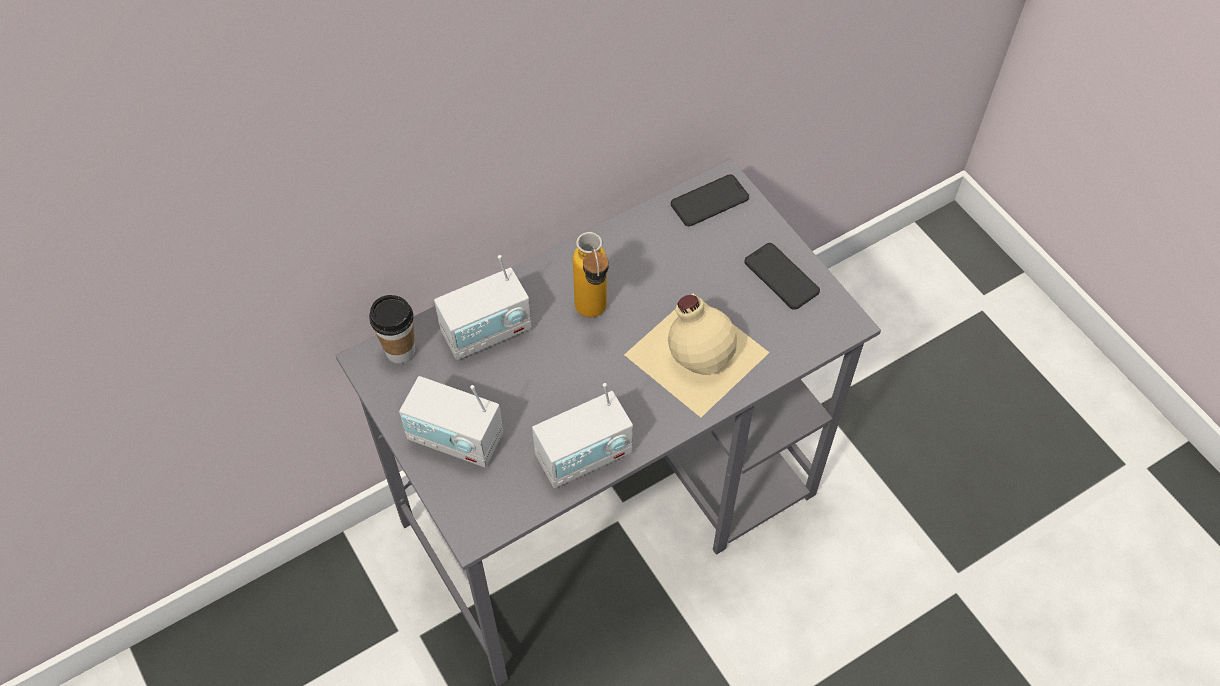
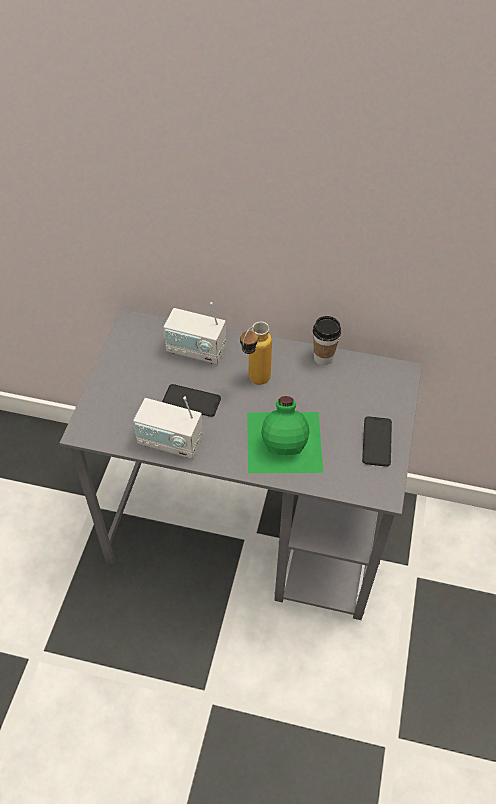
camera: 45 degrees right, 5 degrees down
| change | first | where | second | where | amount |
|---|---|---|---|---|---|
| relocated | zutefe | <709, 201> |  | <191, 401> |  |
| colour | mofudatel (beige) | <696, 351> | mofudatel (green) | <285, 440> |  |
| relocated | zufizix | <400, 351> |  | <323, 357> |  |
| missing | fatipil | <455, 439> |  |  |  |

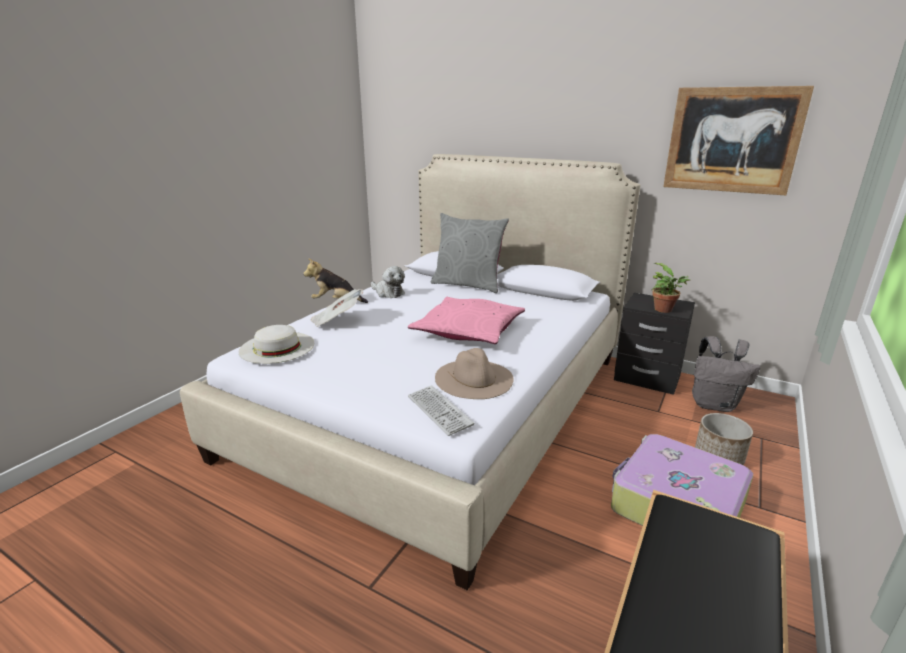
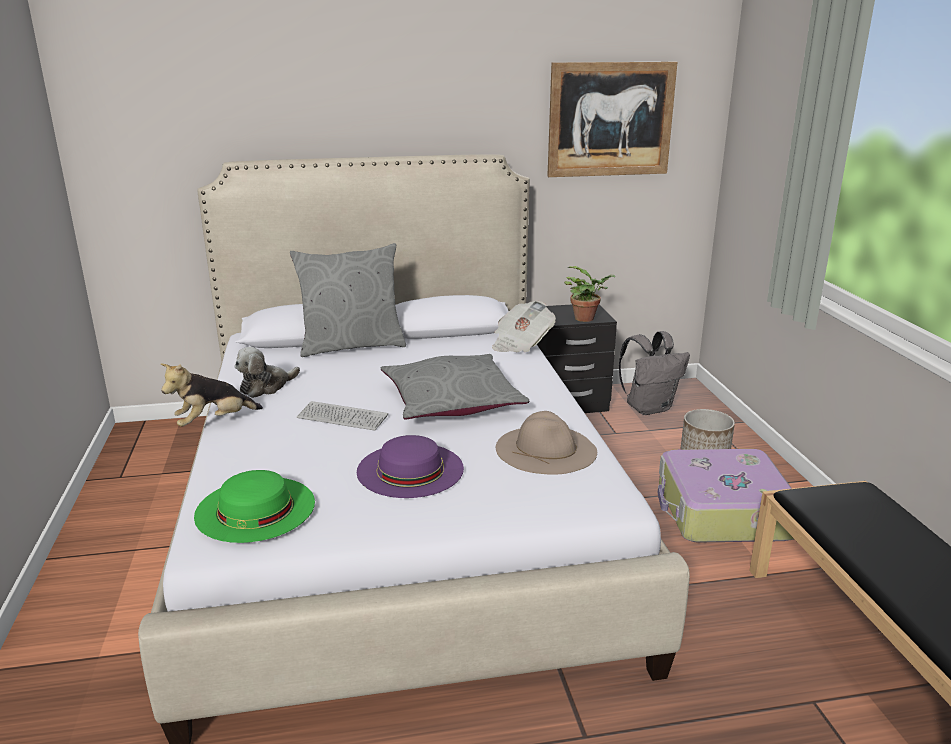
camera: 40 degrees left, 0 degrees up
| change | first | where | second | where | amount |
|---|---|---|---|---|---|
| spun | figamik | <388, 293> |  | <266, 387> | 135 degrees clockwise |
| relocated | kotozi | <337, 321> |  | <521, 344> |  |
| colour | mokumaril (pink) | <468, 330> | mokumaril (grey) | <451, 401> |  |
| colour | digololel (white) | <277, 347> | digololel (green) | <255, 508> |  |
| relocated | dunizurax | <439, 411> |  | <342, 417> |  |
| appeared |  |  | digololel (purple) | <410, 469> |  |

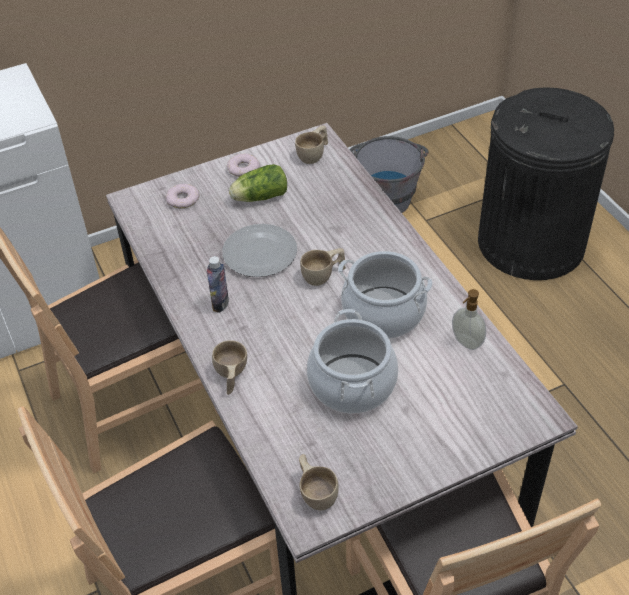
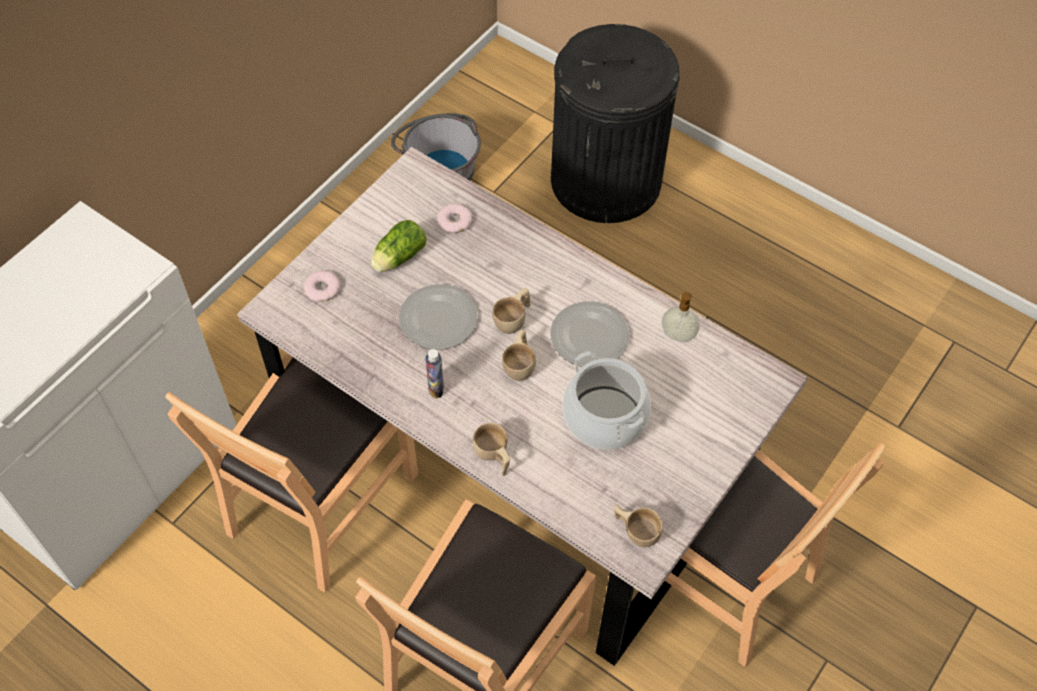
camera: 30 degrees left, 10 degrees up
| change | first | where | second | where | amount |
|---|---|---|---|---|---|
| relocated | zufizix (beige) | <314, 155> |  | <520, 364> |  |
| relocated | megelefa | <243, 168> |  | <455, 221> |  |
| exchanged | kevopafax | <383, 312> | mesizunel | <590, 336> |  |

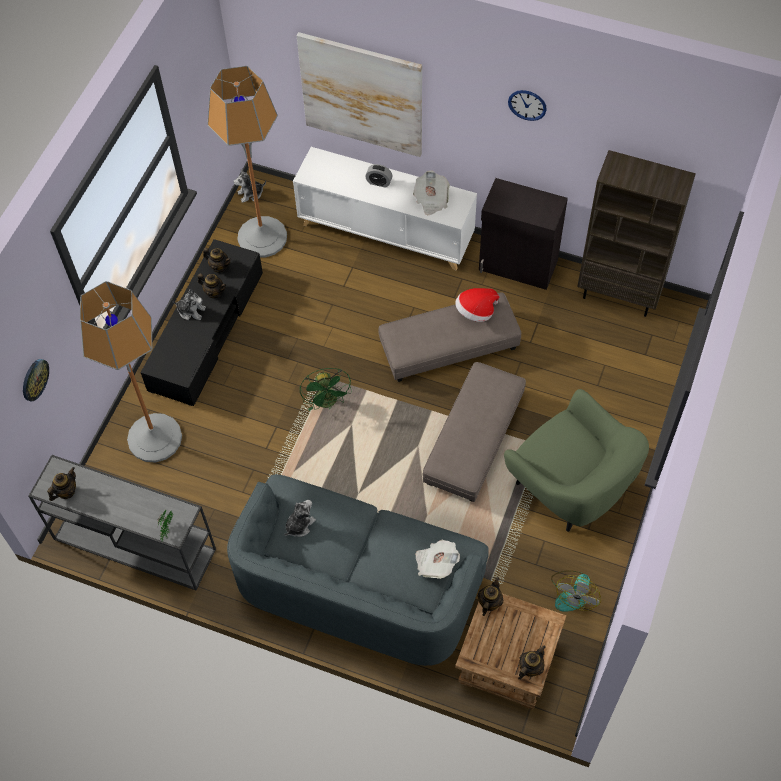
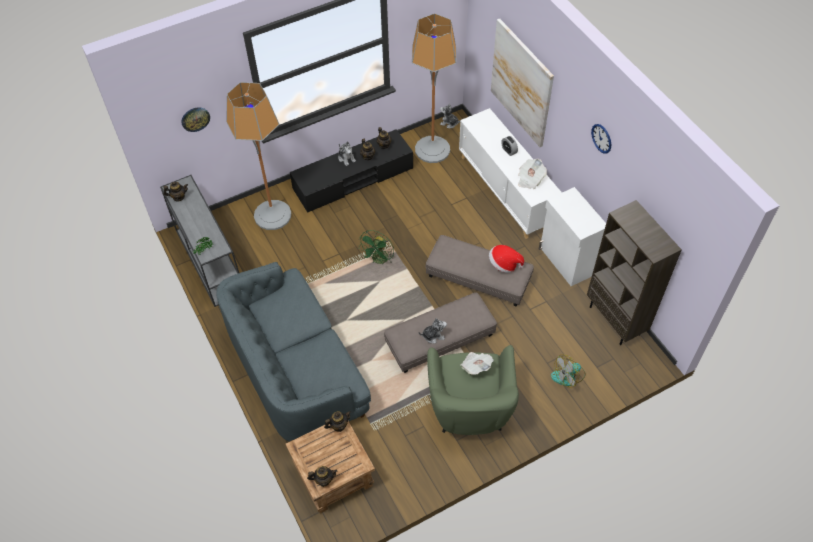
camera: 40 degrees right, 5 degrees down
| change | first | where | second | where | amount |
|---|---|---|---|---|---|
| colour | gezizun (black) | <518, 266> | gezizun (white) | <566, 261> |  |
| relocated | figamik | <299, 525> |  | <433, 335> |  |
| relocated | kotozi | <436, 563> |  | <476, 366> |  |
| relocated | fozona | <573, 593> |  | <568, 376> |  |

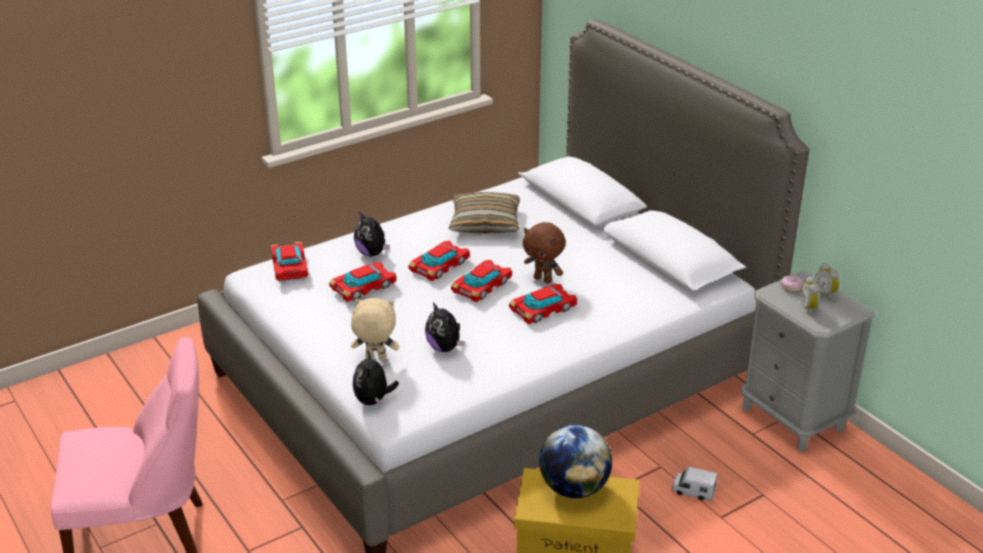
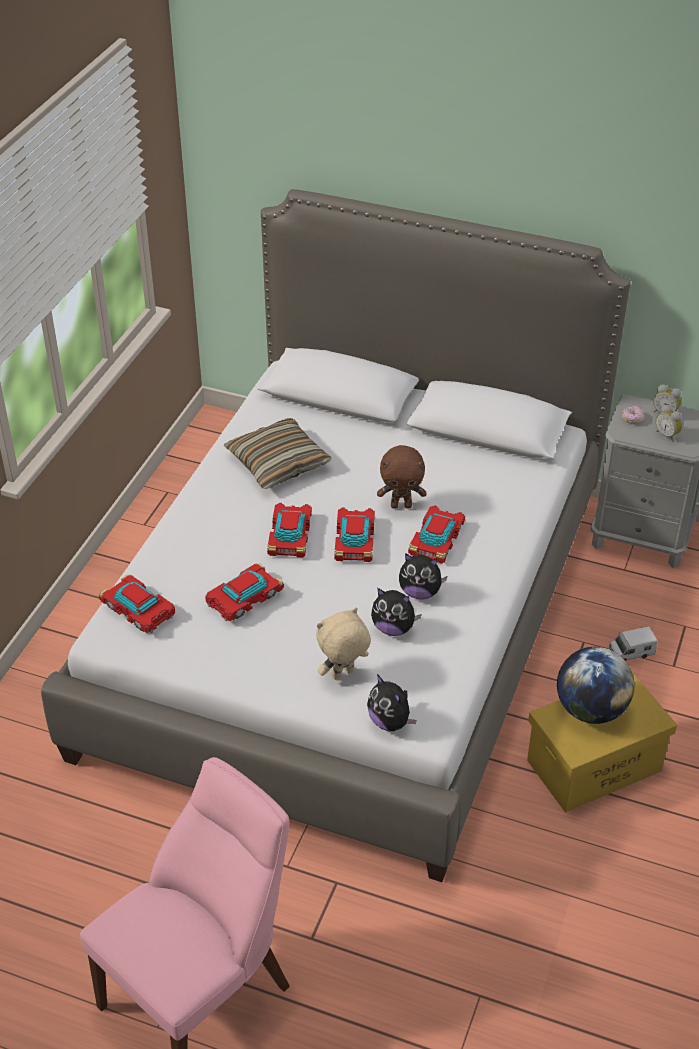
camera: 35 degrees left, 10 degrees up
| change | first | where | second | where | amount |
|---|---|---|---|---|---|
| relocated | figamik | <372, 253> |  | <420, 592> |  |
| spun | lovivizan | <364, 287> |  | <244, 597> | 150 degrees counterclockwise |

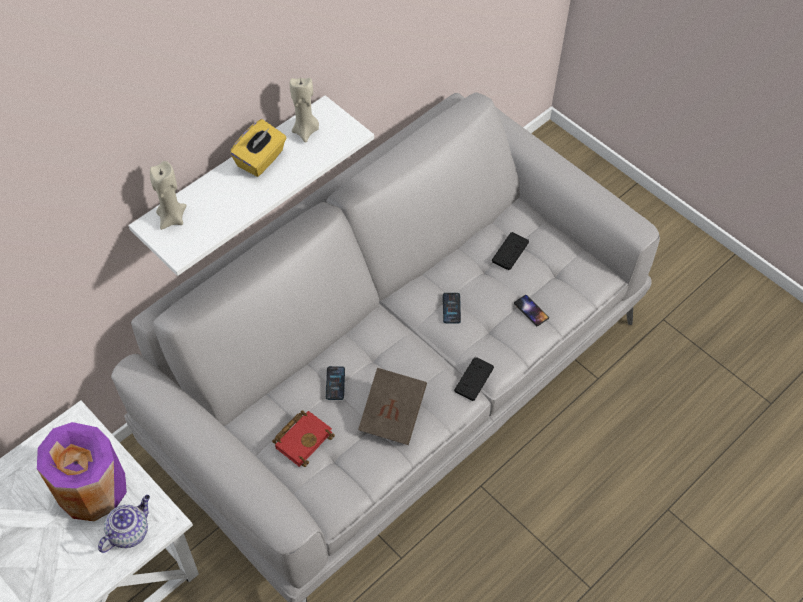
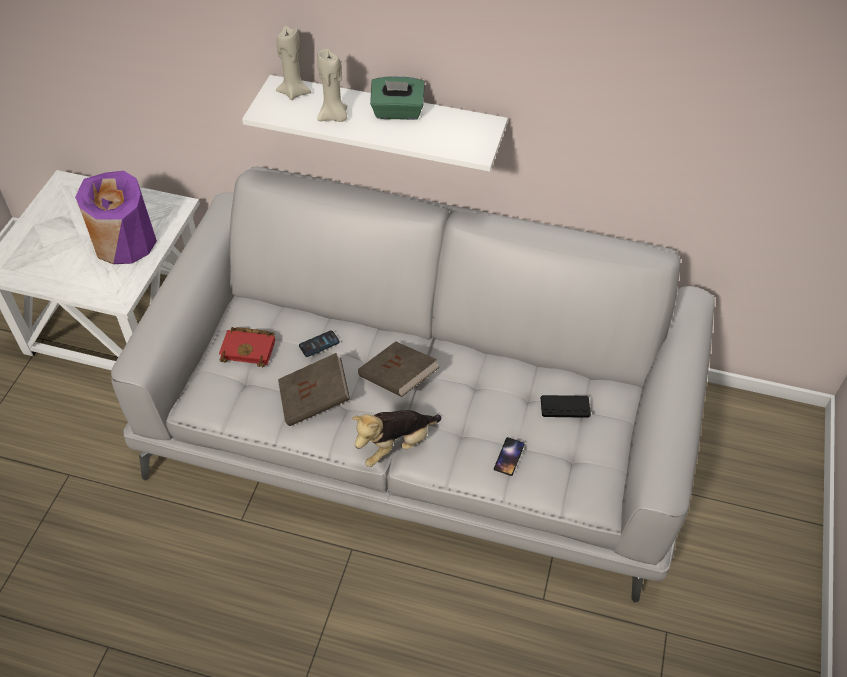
camera: 60 degrees right, 5 degrees down
| change | first | where | second | where | amount |
|---|---|---|---|---|---|
| relocated | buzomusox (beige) | <306, 131> |  | <334, 117> |  |
| colour | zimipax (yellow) | <260, 160> | zimipax (green) | <397, 112> |  |
| missing | zutefe | <451, 308> |  |  |  |
| exchanged | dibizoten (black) | <474, 379> | figamik | <395, 445> |  |
| missing | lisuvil | <129, 531> |  |  |  |
| appeared |  |  | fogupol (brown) | <398, 379> |  |

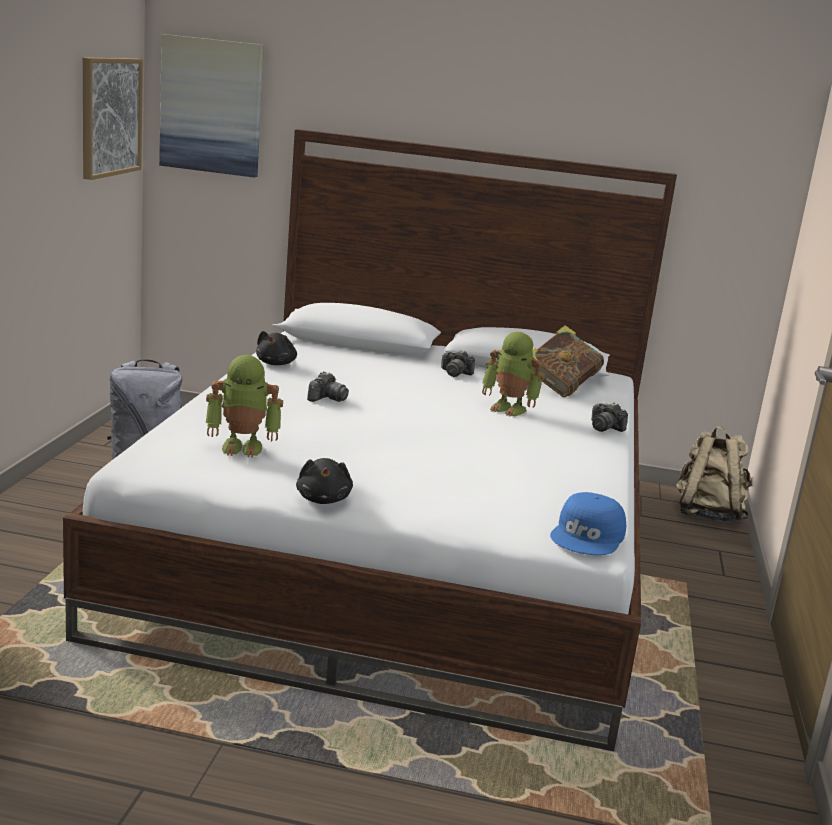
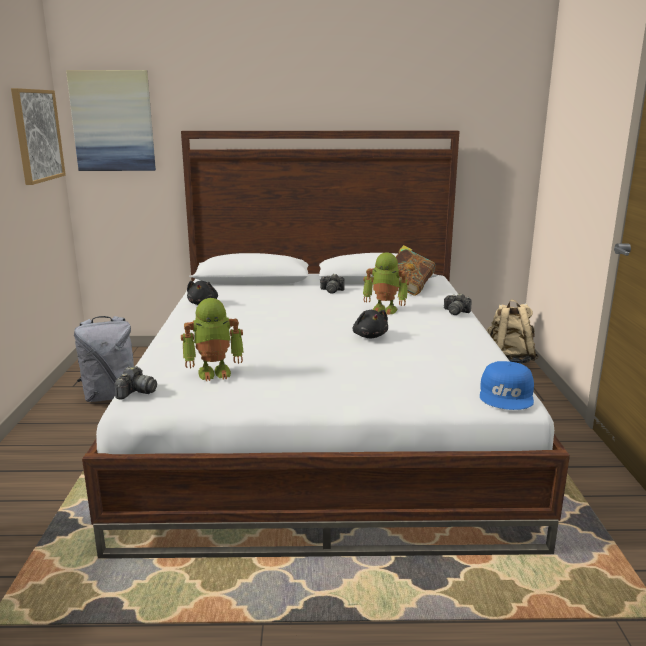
camera: 10 degrees left, 0 degrees up
| change | first | where | second | where | amount |
|---|---|---|---|---|---|
| relocated | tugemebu | <327, 398> |  | <136, 392> |  |
| relocated | figamik (black) | <323, 499> |  | <370, 336> |  |

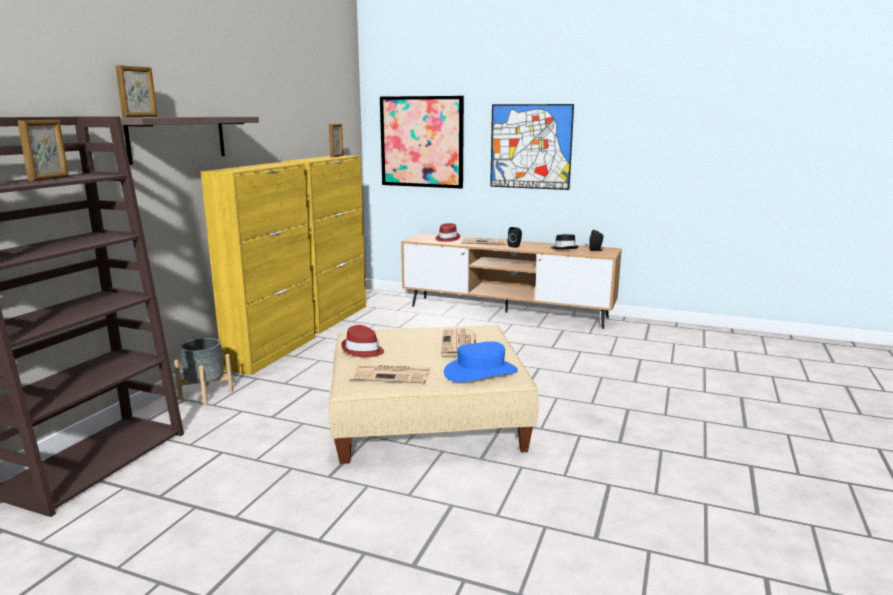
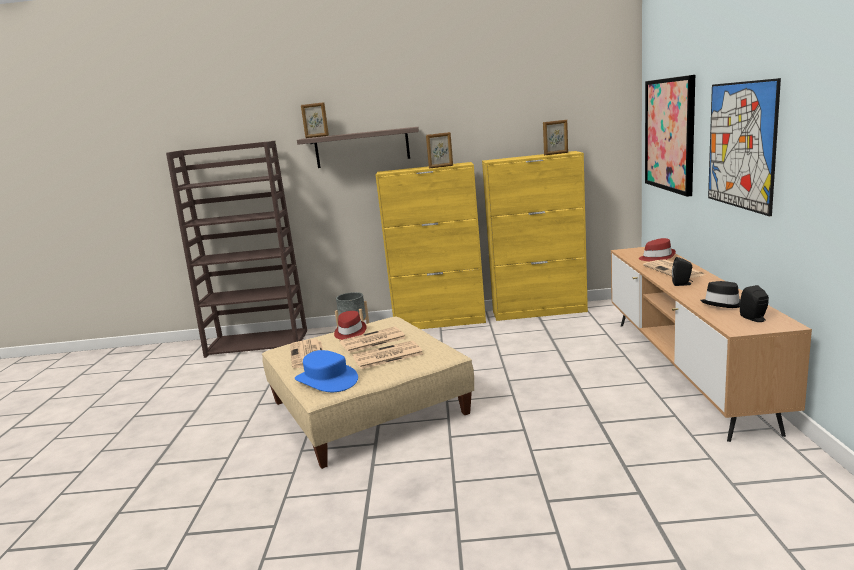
camera: 70 degrees right, 0 degrees up
| change | first | where | second | where | amount |
|---|---|---|---|---|---|
| relocated | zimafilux | <49, 179> |  | <441, 167> |  |
| appeared |  |  | kotozi | <372, 341> |  |

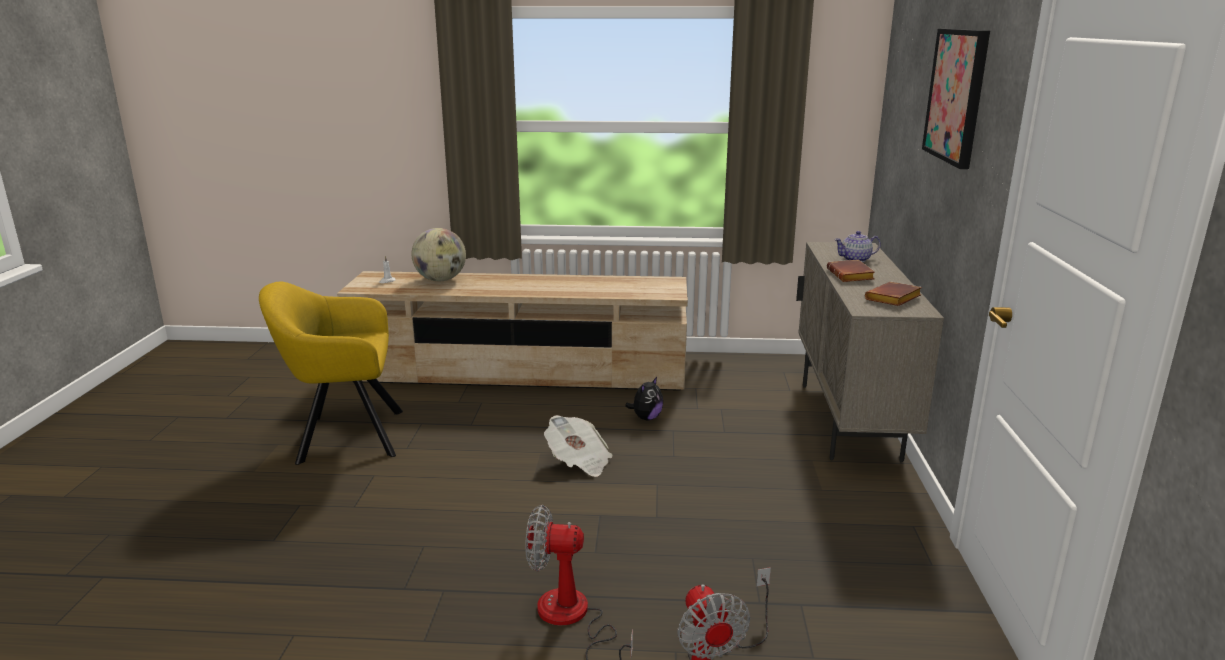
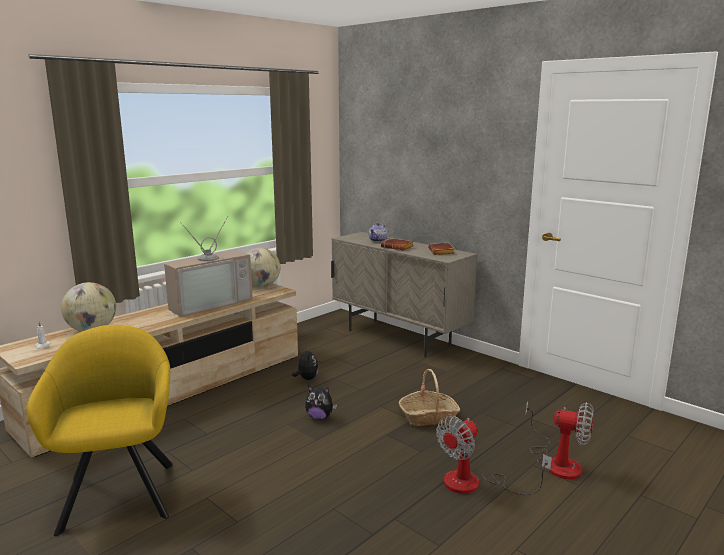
camera: 50 degrees left, 5 degrees down
| change | first | where | second | where | amount |
|---|---|---|---|---|---|
| missing | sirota | <957, 95> |  |  |  |
| spun | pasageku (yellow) | <344, 436> |  | <120, 491> | 135 degrees clockwise |
| exchanged | kotozi | <579, 461> | figamik | <319, 417> |  |
| appeared |  |  | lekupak | <209, 303> |  |
| appeared |  |  | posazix | <261, 286> |  |
| appeared |  |  | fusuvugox | <428, 417> |  |

